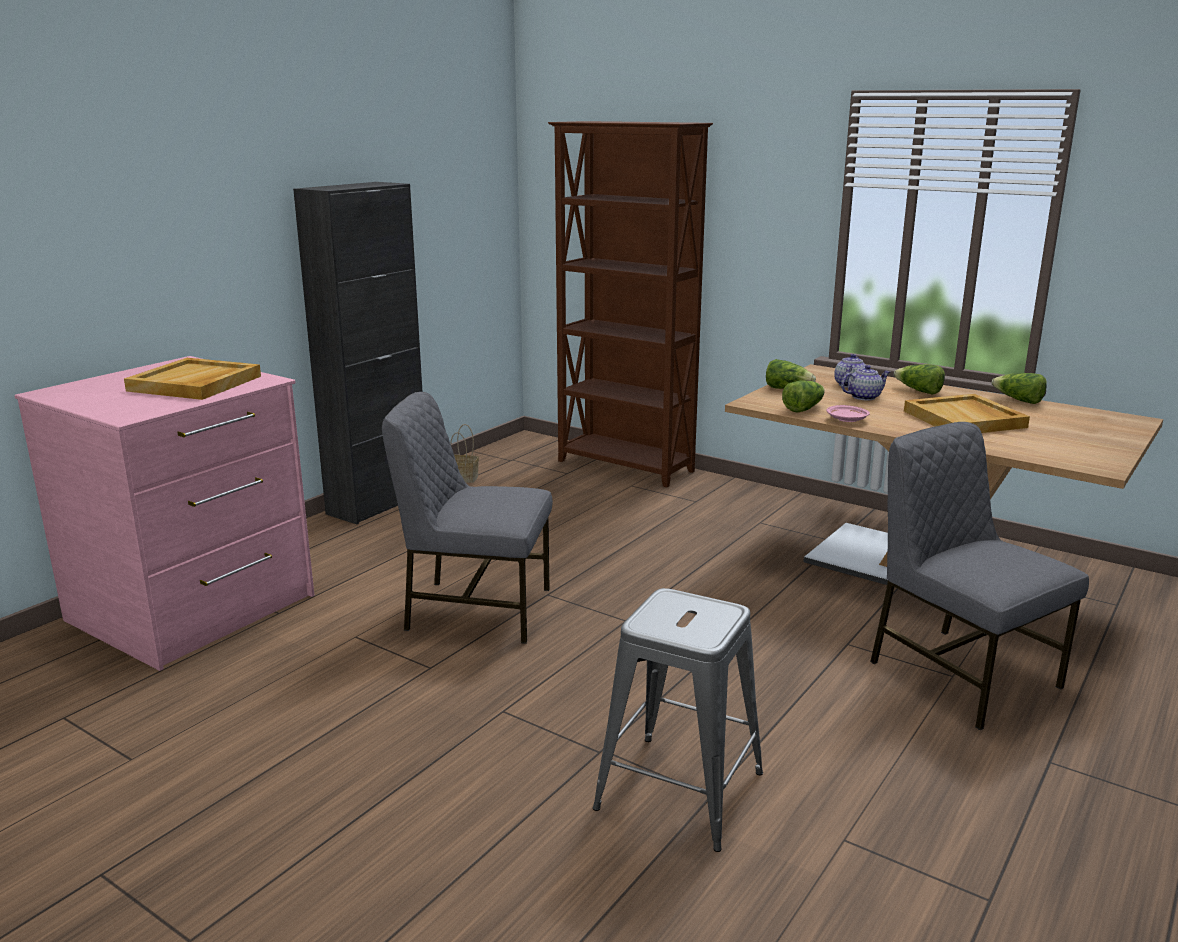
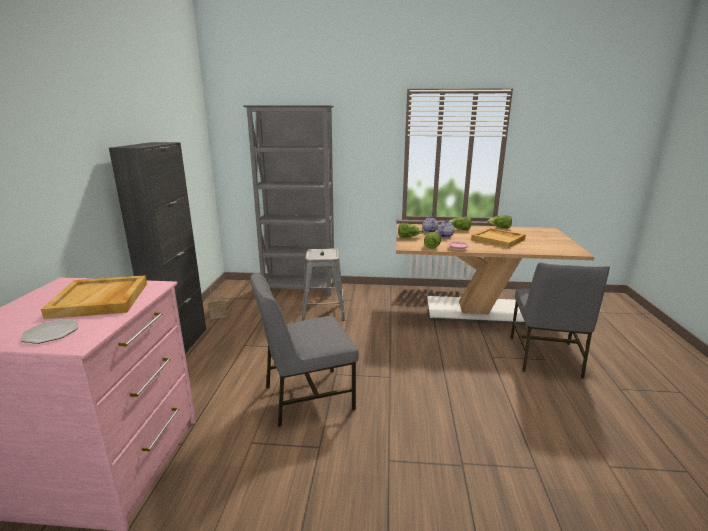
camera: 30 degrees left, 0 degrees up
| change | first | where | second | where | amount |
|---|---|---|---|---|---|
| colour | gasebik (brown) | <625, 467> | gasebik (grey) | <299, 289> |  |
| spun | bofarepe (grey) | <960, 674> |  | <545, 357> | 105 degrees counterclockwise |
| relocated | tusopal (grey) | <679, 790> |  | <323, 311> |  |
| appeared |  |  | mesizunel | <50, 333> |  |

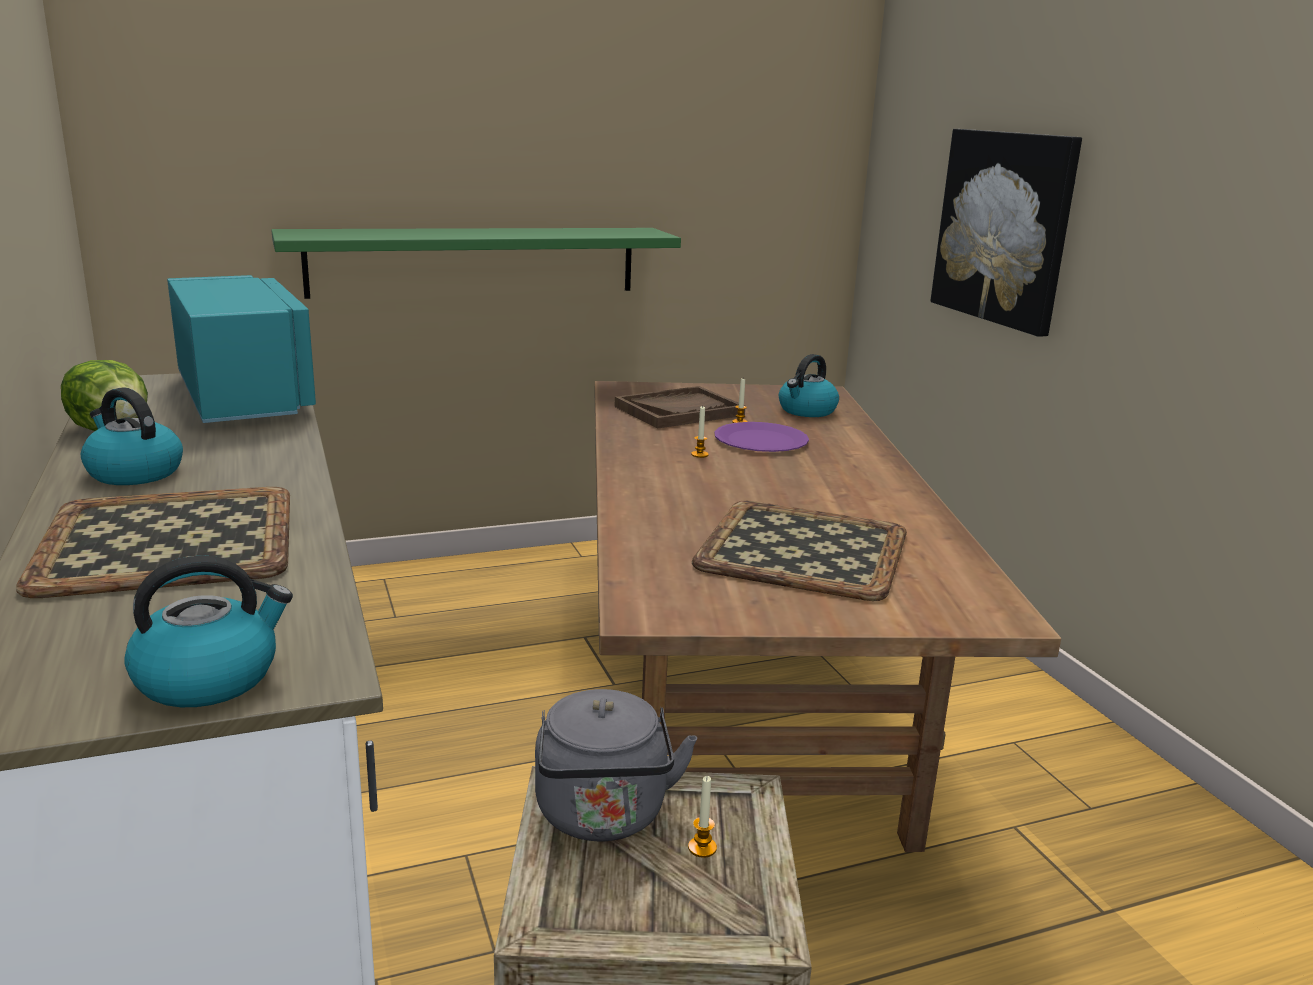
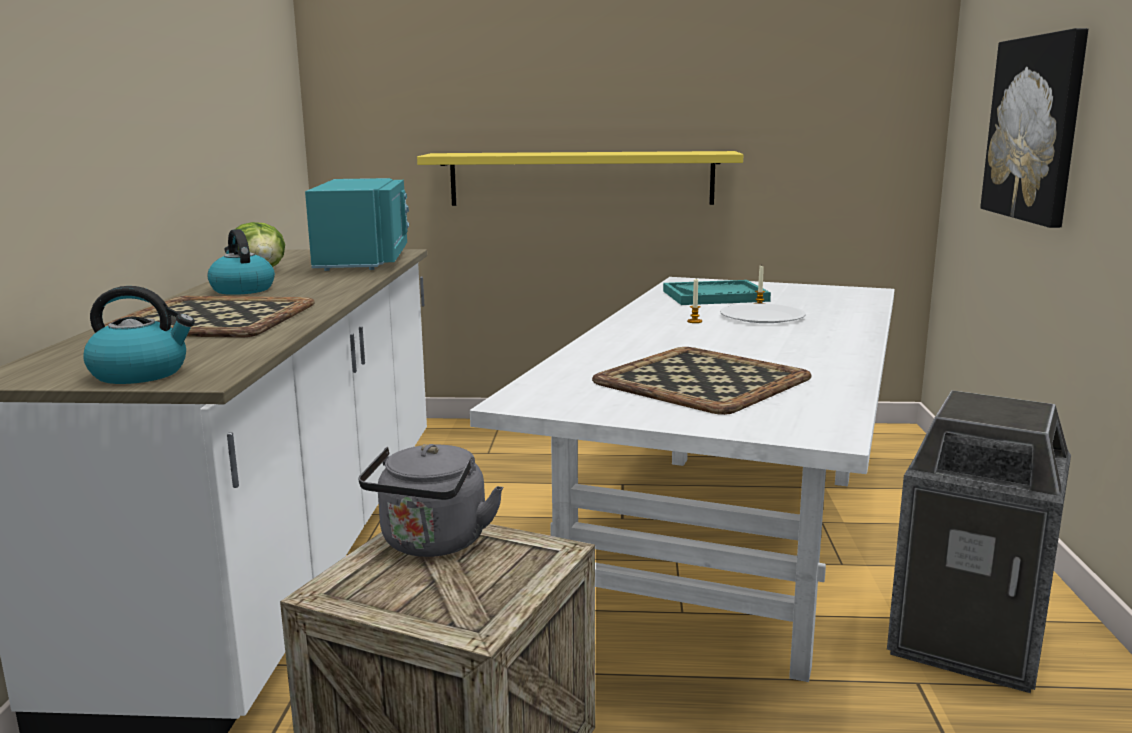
camera: 25 degrees right, 5 degrees down
| change | first | where | second | where | amount |
|---|---|---|---|---|---|
| colour | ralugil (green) | <474, 261> | ralugil (yellow) | <581, 178> |  |
| missing | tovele | <807, 411> |  |  |  |
| colour | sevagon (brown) | <743, 698> | sevagon (white) | <725, 544> |  |
| colour | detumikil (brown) | <679, 411> | detumikil (turquoise) | <715, 296> |  |
| colour | mesizunel (purple) | <761, 440> | mesizunel (white) | <762, 316> |  |
| missing | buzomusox | <702, 848> |  |  |  |
| appeared |  |  | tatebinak | <968, 641> |  |

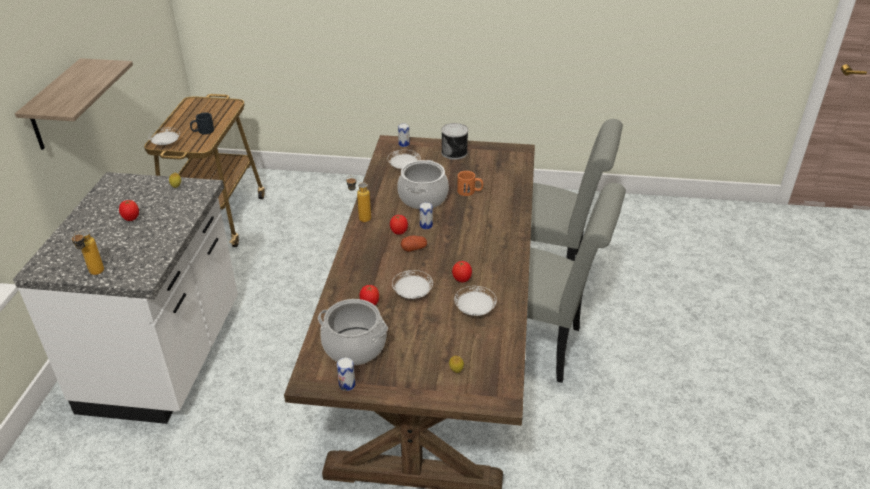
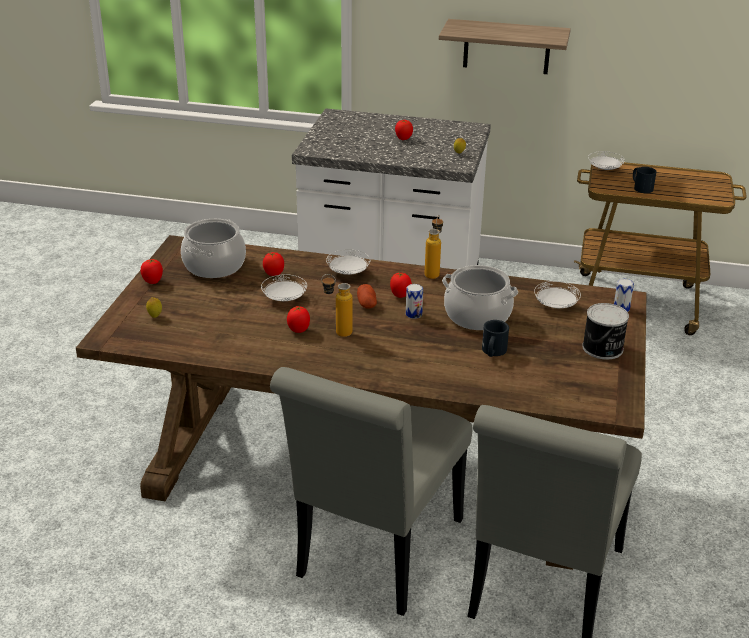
camera: 95 degrees right, 5 degrees down
| change | first | where | second | where | amount |
|---|---|---|---|---|---|
| colour | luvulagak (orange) | <470, 191> | luvulagak (black) | <493, 352> |  |
| relocated | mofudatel | <94, 275> |  | <337, 332> |  |
| relocated | mesizunel (white) | <475, 309> |  | <348, 273> |  |
| missing | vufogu | <347, 384> |  |  |  |
| appeared |  |  | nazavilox | <153, 282> |  |

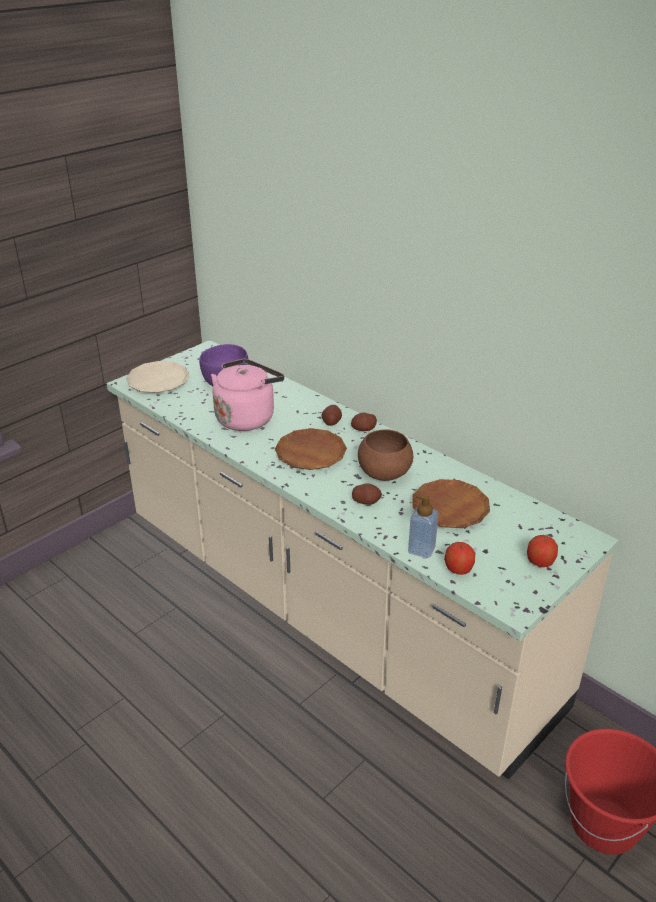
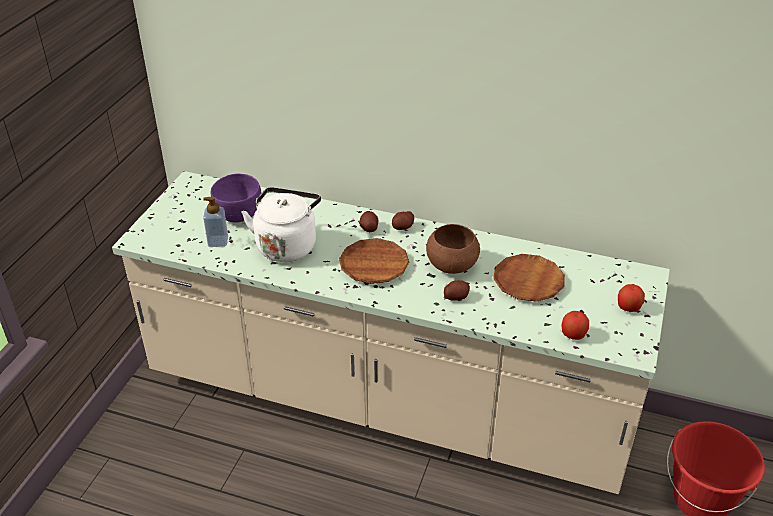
camera: 25 degrees left, 5 degrees up
| change | first | where | second | where | amount |
|---|---|---|---|---|---|
| colour | tovele (pink) | <247, 417> | tovele (white) | <287, 245> |  |
| missing | mesizunel (beige) | <158, 381> |  |  |  |
| relocated | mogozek | <421, 549> |  | <218, 241> |  |

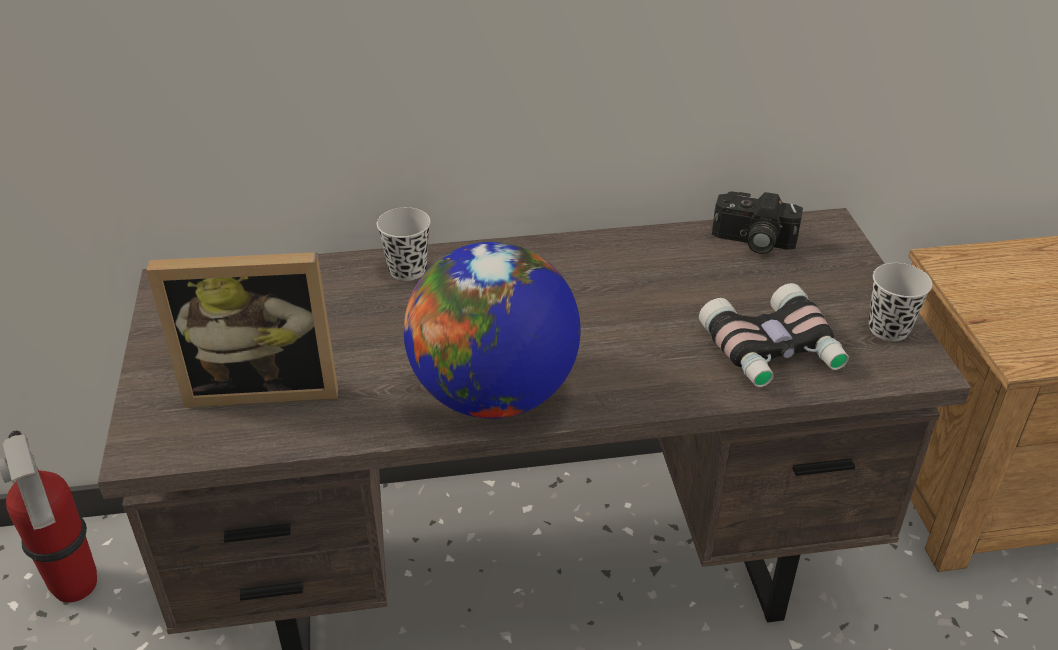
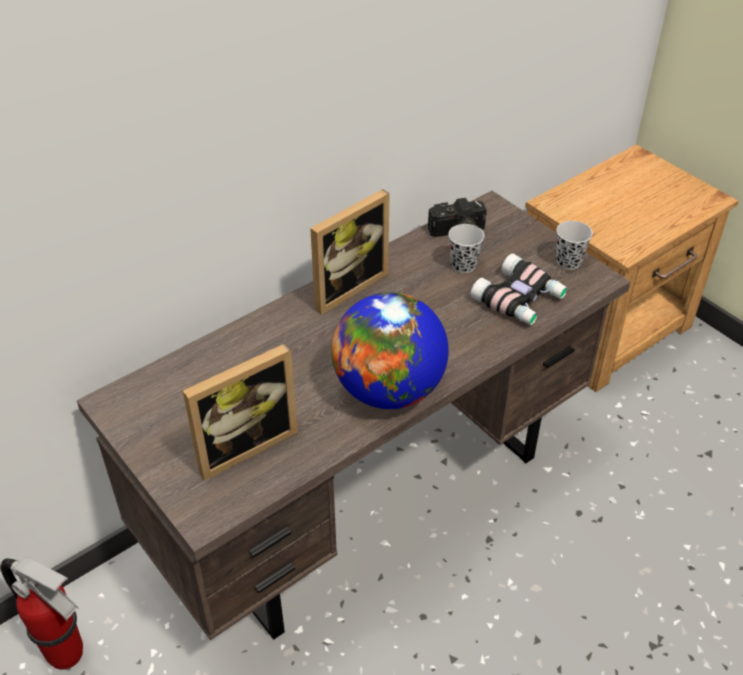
camera: 30 degrees left, 5 degrees up
| change | first | where | second | where | amount |
|---|---|---|---|---|---|
| relocated | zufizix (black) | <407, 270> |  | <463, 265> |  |
| appeared |  |  | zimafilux | <345, 286> |  |

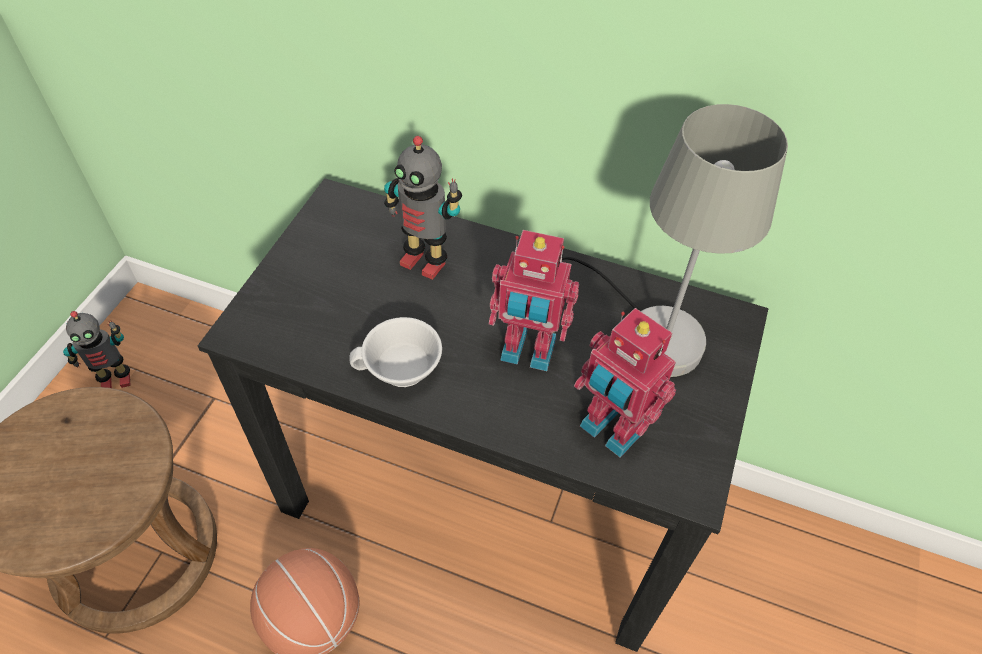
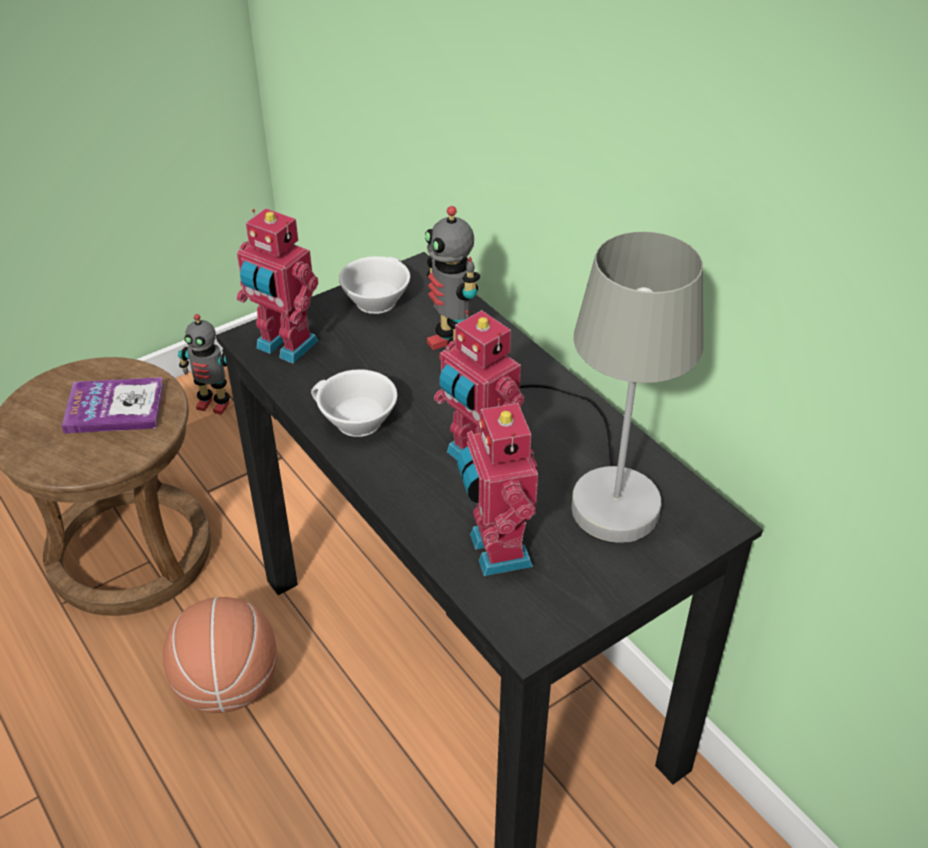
camera: 35 degrees right, 10 degrees down
| change | first | where | second | where | amount |
|---|---|---|---|---|---|
| appeared |  |  | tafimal | <284, 347> |  |
| appeared |  |  | zufizix (white) | <375, 299> |  |
| appeared |  |  | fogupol | <115, 408> |  |

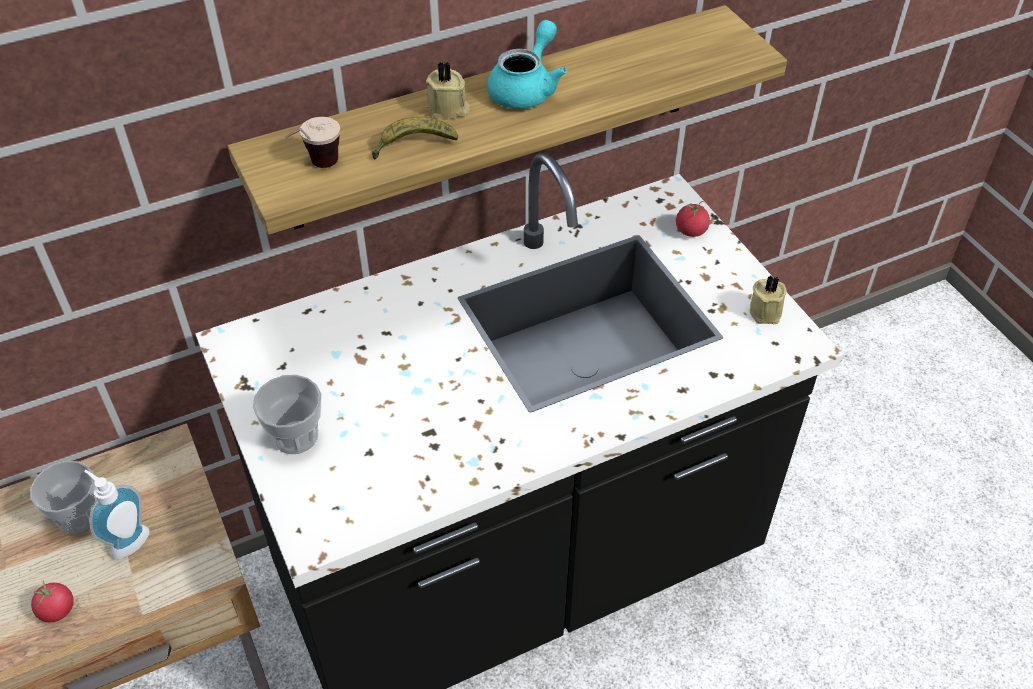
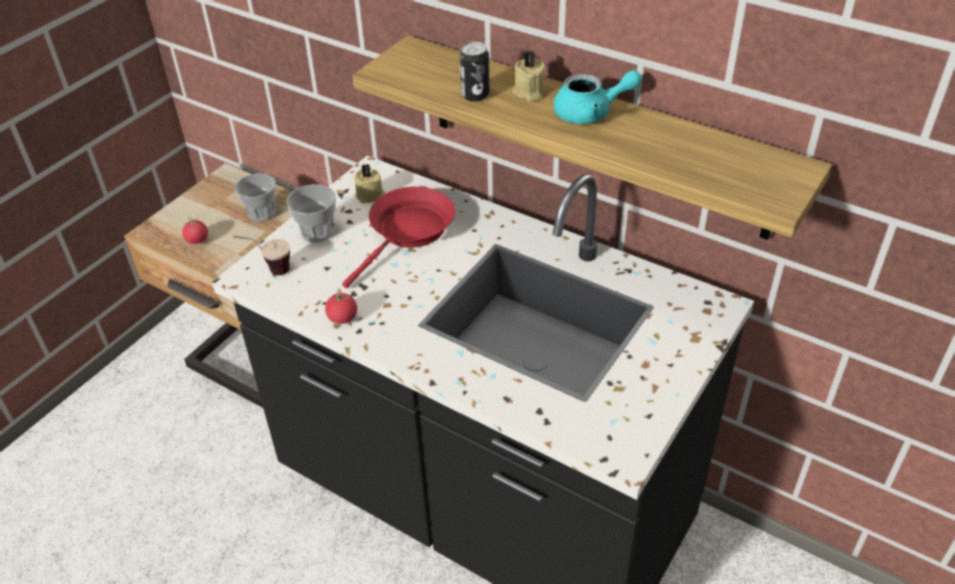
camera: 60 degrees right, 5 degrees down
| change | first | where | second | where | amount |
|---|---|---|---|---|---|
| relocated | zufizix | <316, 169> |  | <268, 270> |  |
| exchanged | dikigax | <413, 145> | vufogu | <475, 95> |  |
| relocated | nazavilox | <691, 231> |  | <342, 318> |  |
| relocated | buzomusox (beige) | <766, 311> |  | <370, 196> |  |
| missing | mogozek | <127, 541> |  |  |  |
| appeared |  |  | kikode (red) | <408, 232> |  |

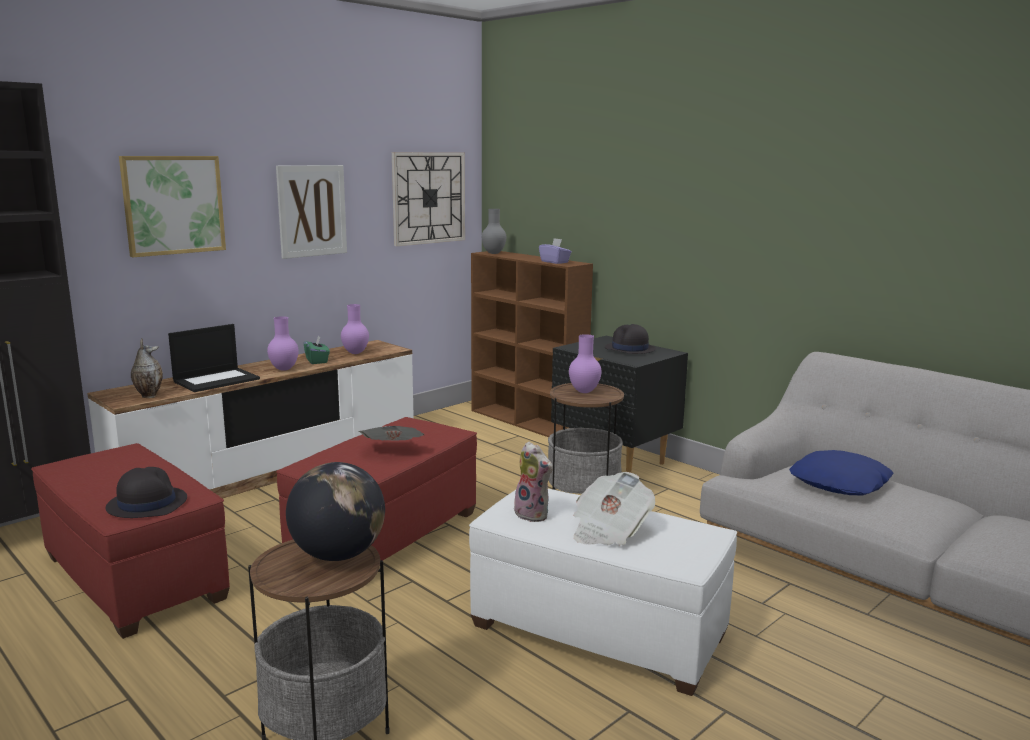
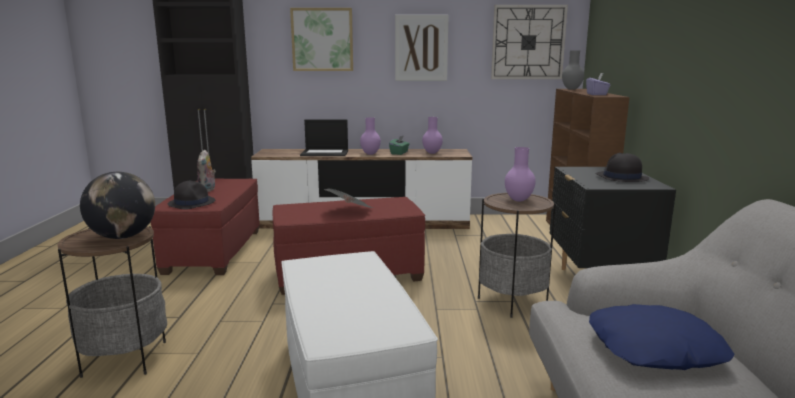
camera: 45 degrees right, 0 degrees up
| change | first | where | second | where | amount |
|---|---|---|---|---|---|
| missing | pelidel | <148, 395> |  |  |  |
| relocated | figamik | <534, 514> |  | <207, 190> |  |
| missing | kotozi | <609, 530> |  |  |  |

